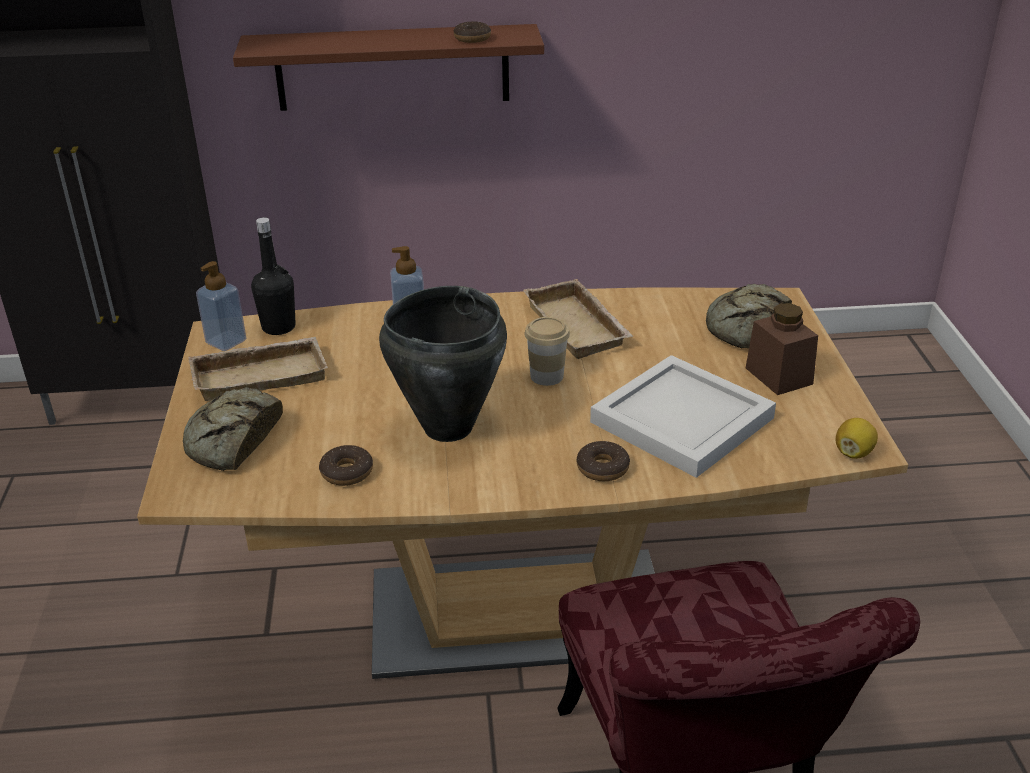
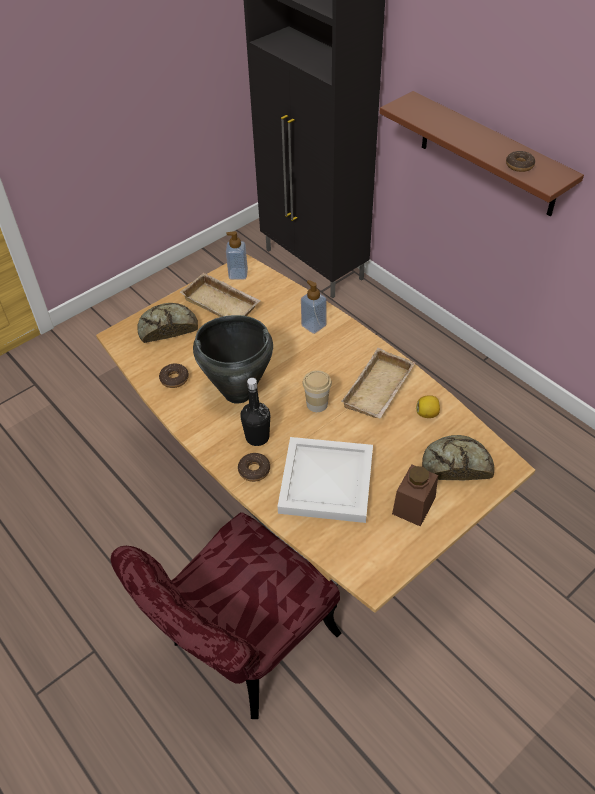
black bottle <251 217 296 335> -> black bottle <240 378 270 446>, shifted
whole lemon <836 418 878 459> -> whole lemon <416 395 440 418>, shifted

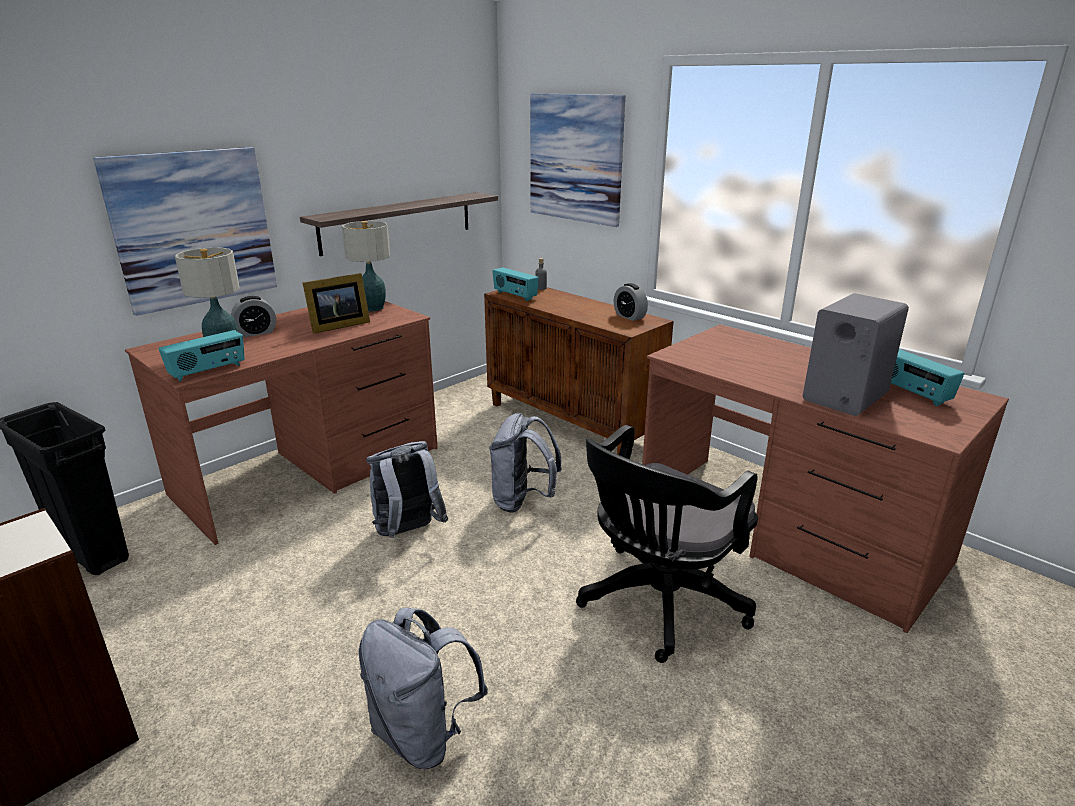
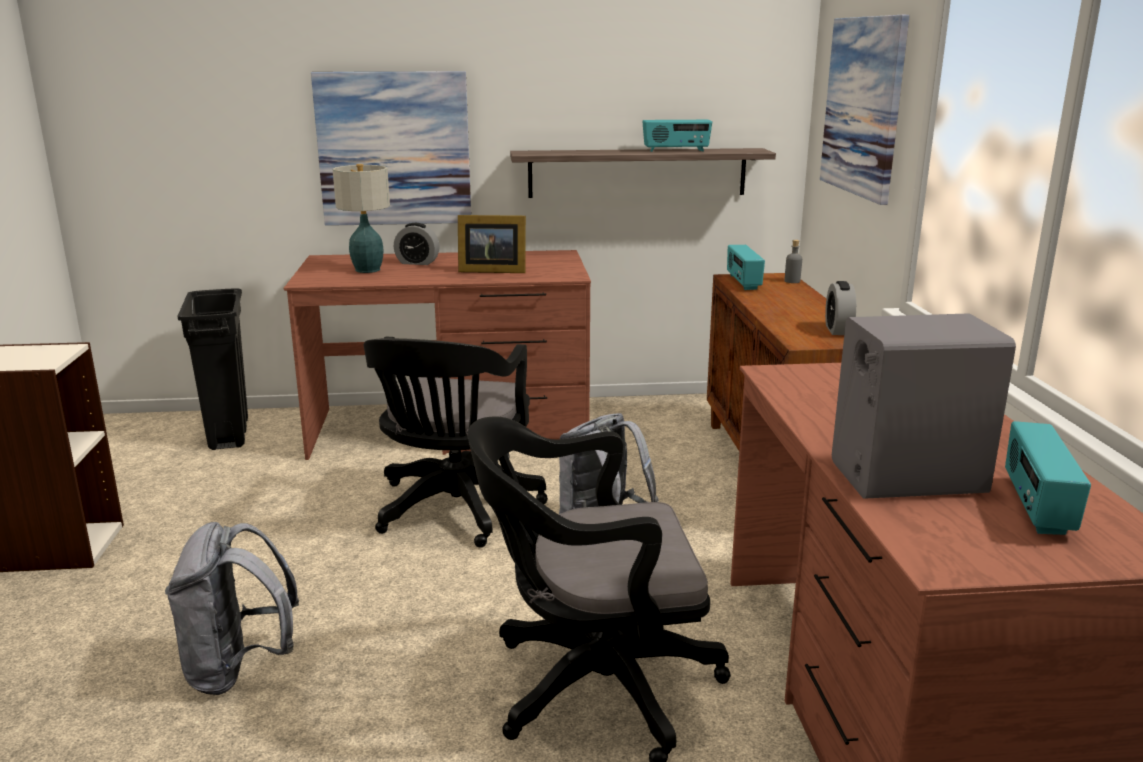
table lamp <342 221 390 311> -> none
radio <159 330 245 381> -> radio <643 120 712 152>, shifted
grey knapsack <366 441 448 538> -> black desk chair <363 337 548 548>

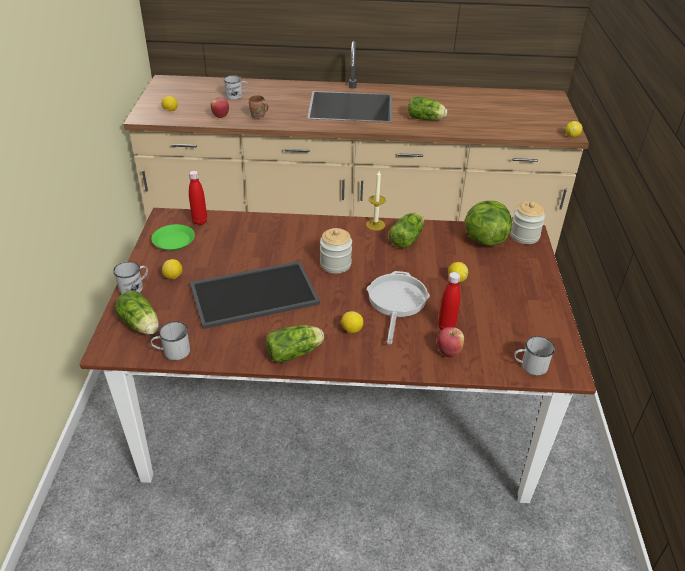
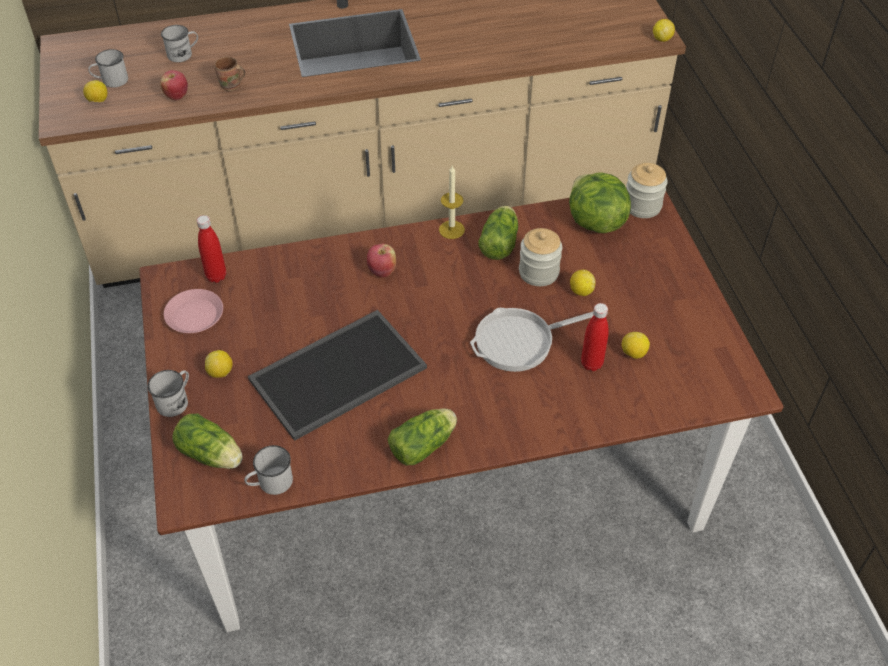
head of lettuce <408 96 447 120> -> none
jar <320 228 352 274> -> jar <519 228 562 286>, shifted
whole lemon <341 311 363 333> -> whole lemon <622 332 650 359>, shifted
whole apple <437 327 464 358> -> whole apple <367 244 396 278>, shifted
white-coloured mug <514 336 555 375> -> white-coloured mug <88 49 128 88>, shifted
green-coloured flat dish <151 224 195 251> -> pink flat dish <164 289 223 333>
pan <367 271 430 344> -> pan <470 308 594 372>, 105 degrees counterclockwise

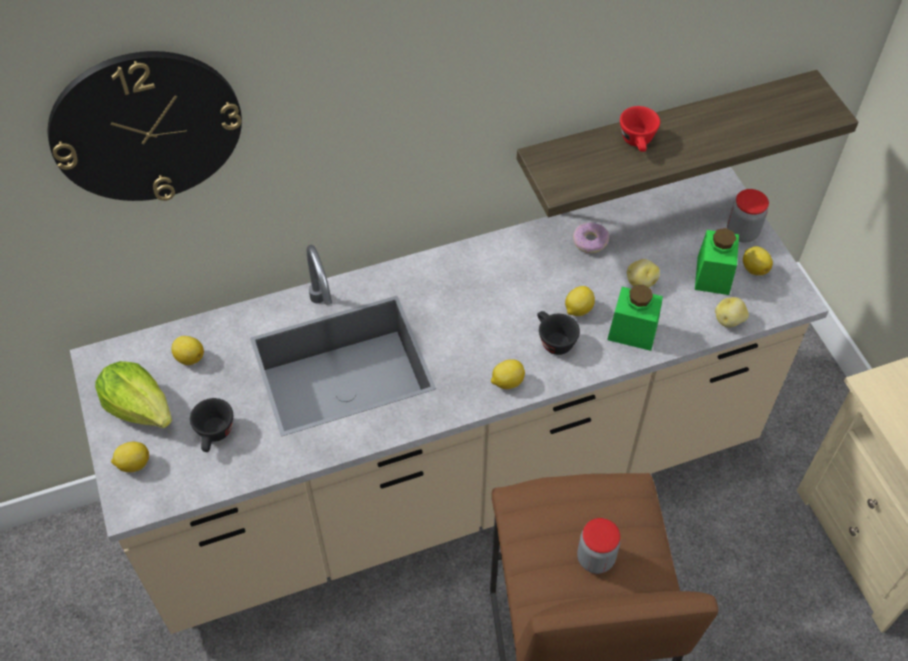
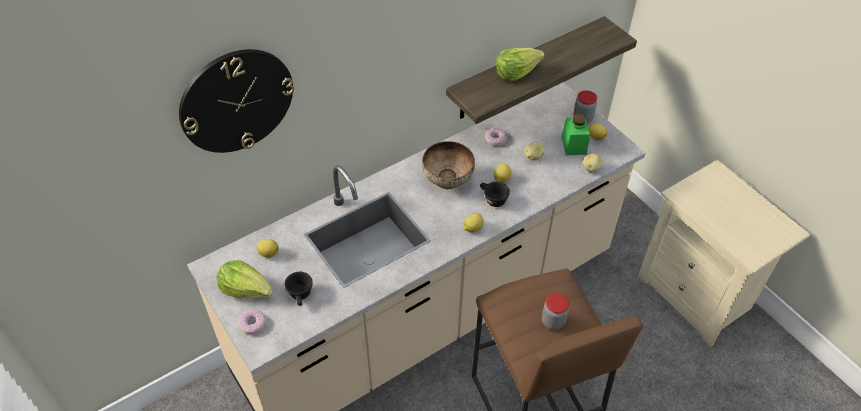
green-coloured jar <607 285 663 351> -> none
none -> bowl <422 141 475 189>
whole lemon <111 442 149 472> -> ring doughnut <239 309 266 334>
reddish small cup <620 106 660 152> -> head of lettuce <496 48 545 82>

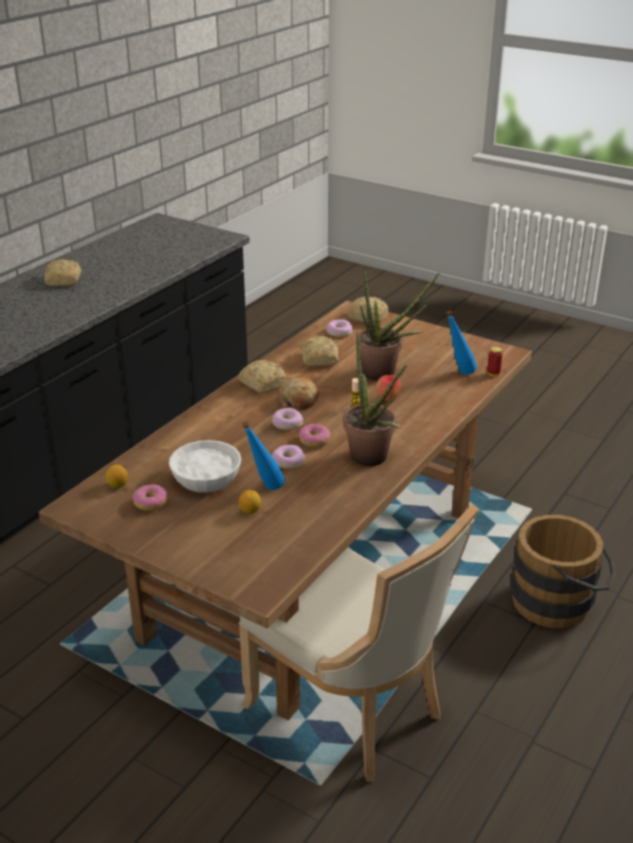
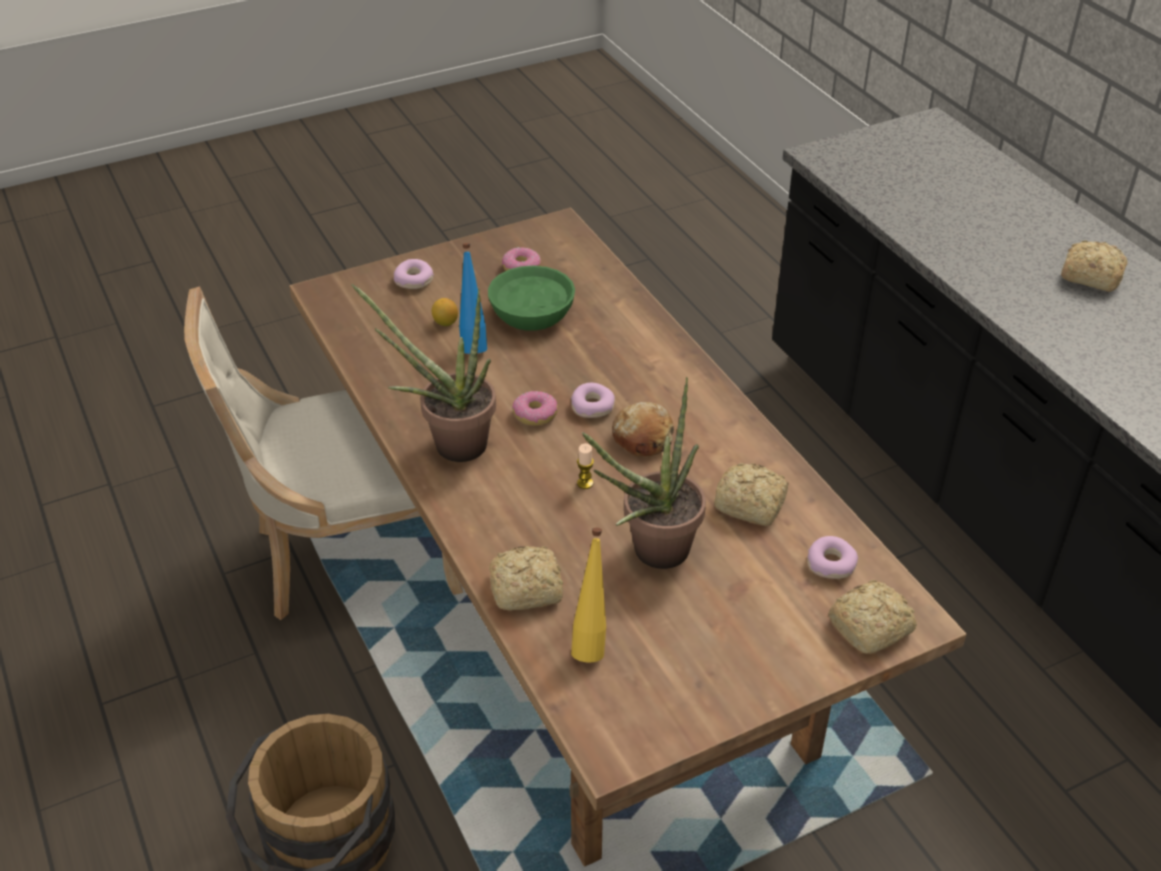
whole lemon <106 465 128 488> -> none
whole apple <376 375 400 401> -> none
metal can <487 347 503 376> -> none
bread <238 360 287 393> -> bread <489 546 563 611>, shifted
ring doughnut <272 445 305 469> -> ring doughnut <394 259 434 289>, shifted
white-coloured bowl <169 440 241 493> -> green-coloured bowl <488 265 575 331>
bluish bottle <446 311 477 375> -> yellow-coloured bottle <571 528 606 662>

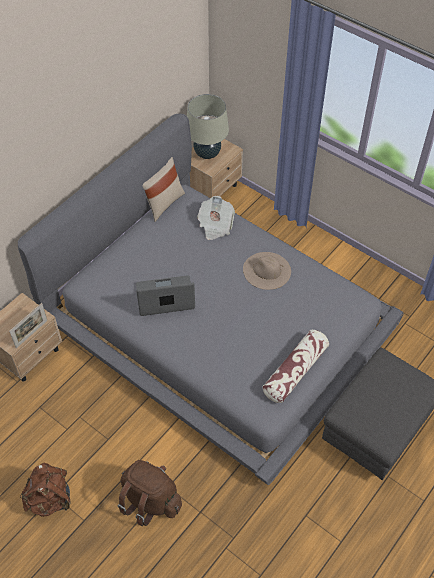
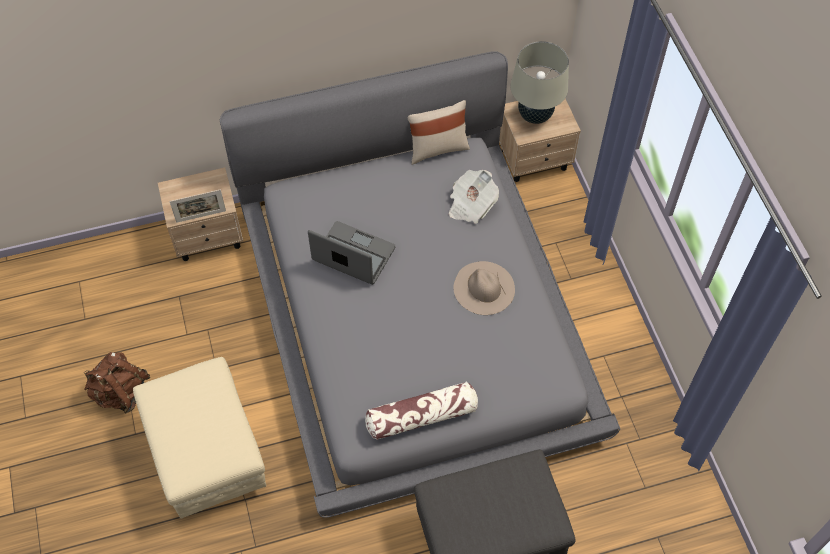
brown knapsack <118 460 182 526> -> sand-coloured footrest <133 357 266 519>

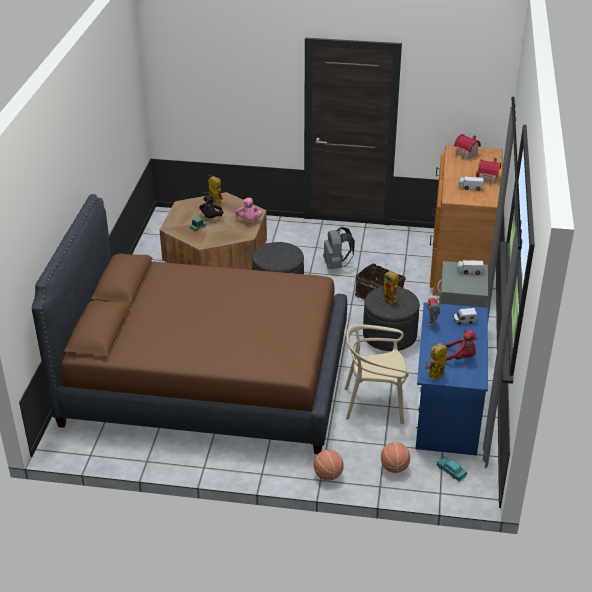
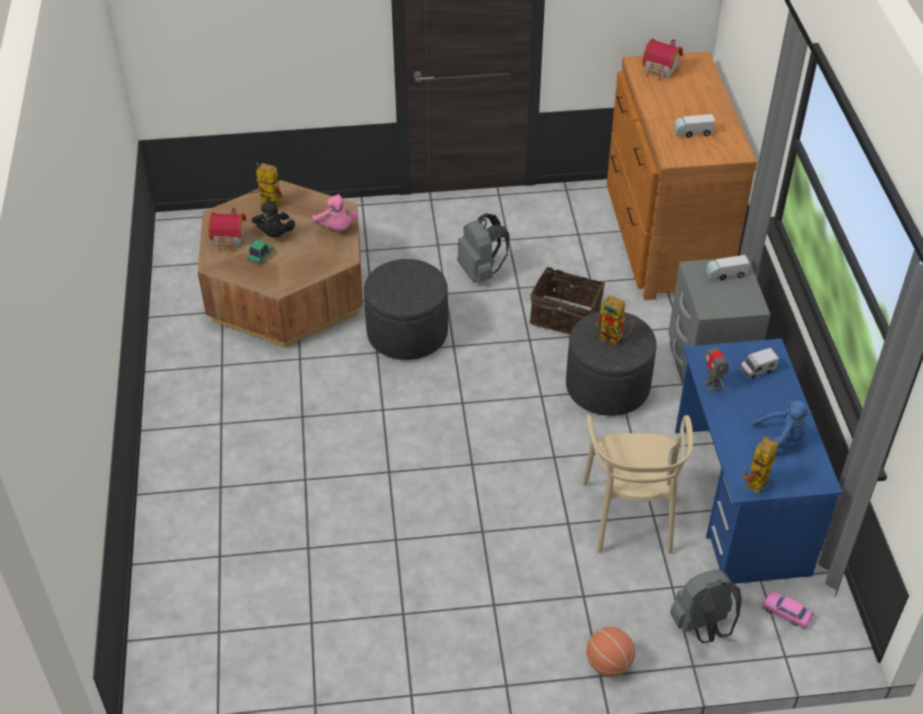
brown bedroom bed <32 194 347 454> -> none
miniature house <476 158 501 185> -> miniature house <209 208 246 252>, shifted
ball for basketball <381 442 410 473> -> grey knapsack <670 569 742 643>
blue-green model car <436 456 467 481> -> pink model car <762 590 814 630>
reddish plush toy <446 330 477 361> -> bluish plush toy <751 401 812 452>
sand-coloured chair <345 325 409 424> -> sand-coloured chair <582 415 693 554>, 75 degrees counterclockwise

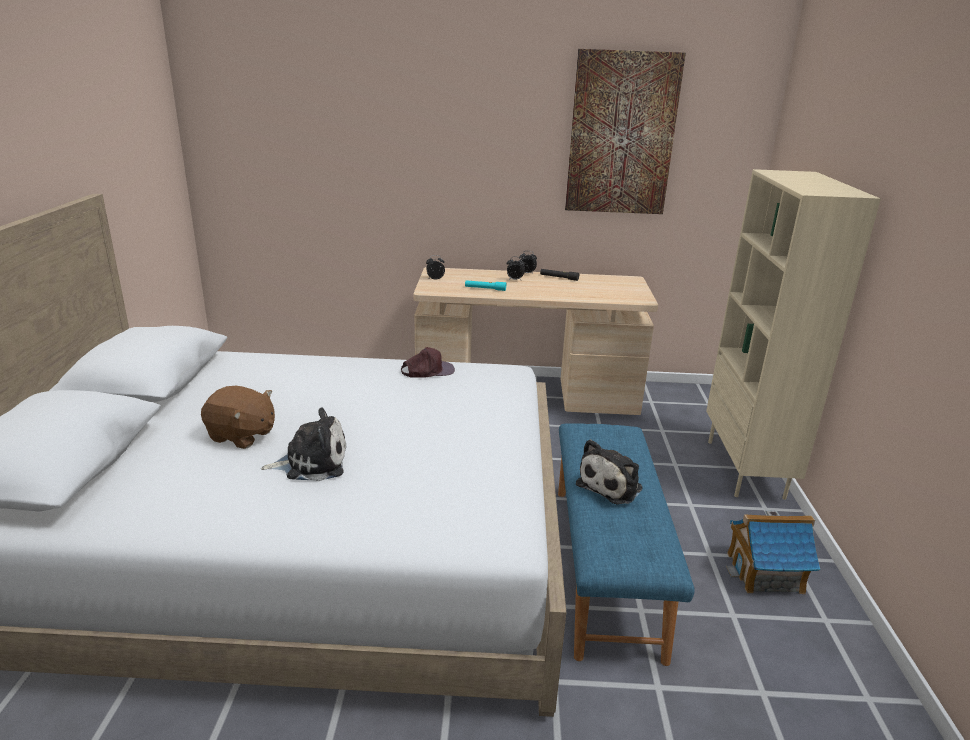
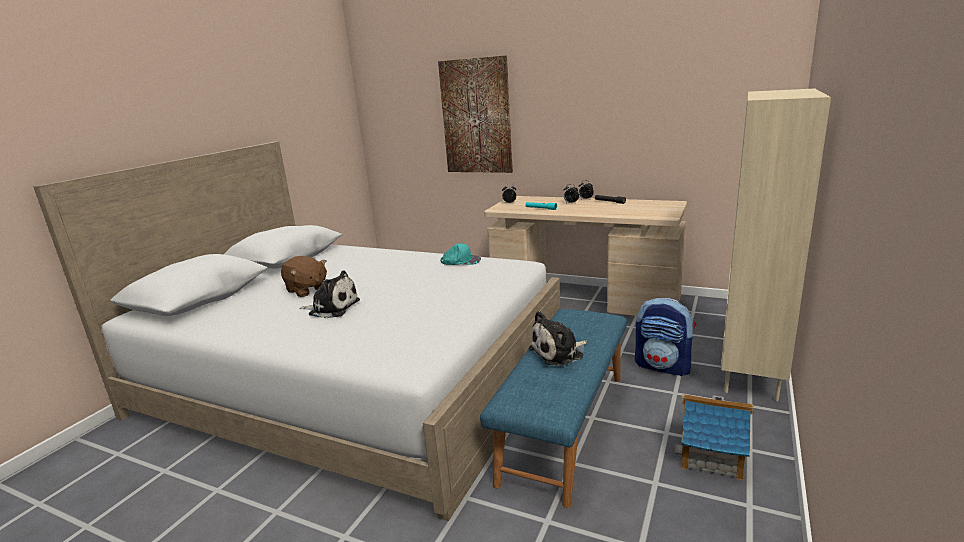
none -> knapsack <635 298 697 376>
picture <565 49 686 214> -> picture <438 55 513 173>, shifted
brown cap <401 347 455 378> -> blue-green cap <440 243 481 265>

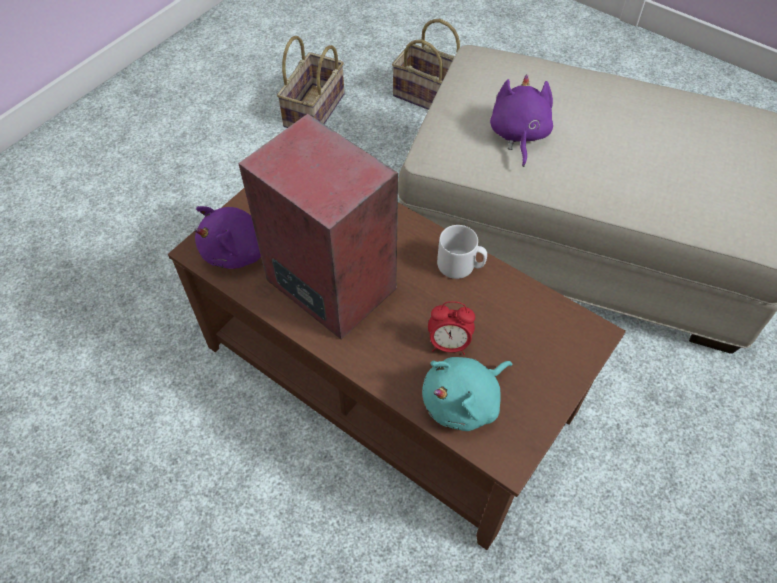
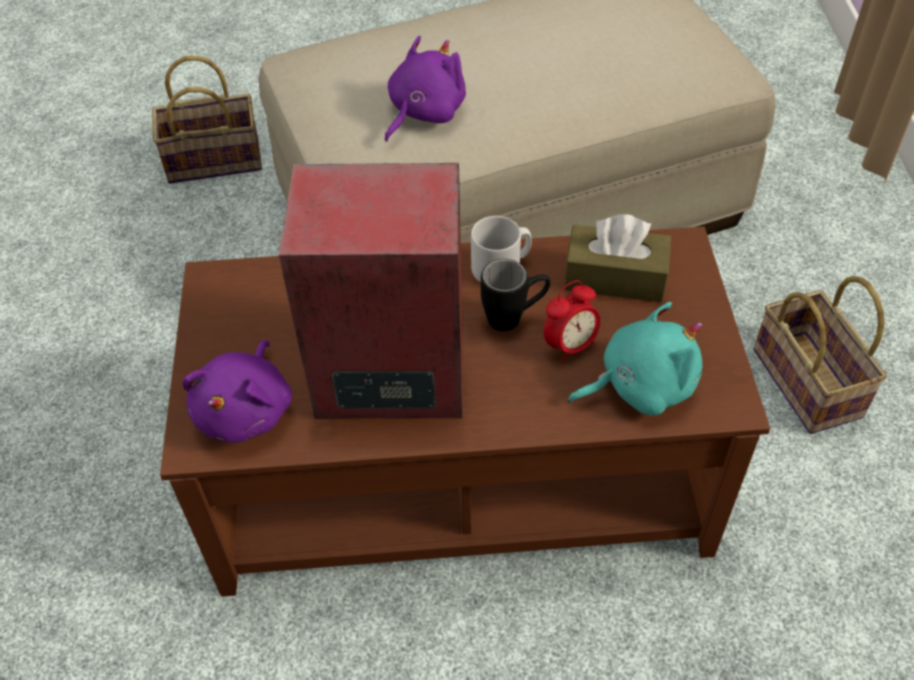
none -> black mug <481 259 550 331>
none -> brown box of tissues <564 214 671 302>
basket <277 36 344 128> -> basket <754 276 887 434>, shifted
blue-green plush toy <422 357 512 431> -> blue-green plush toy <568 302 702 416>, 120 degrees counterclockwise
purplish plush toy <490 74 553 167> -> purplish plush toy <385 36 466 142>, 75 degrees clockwise

